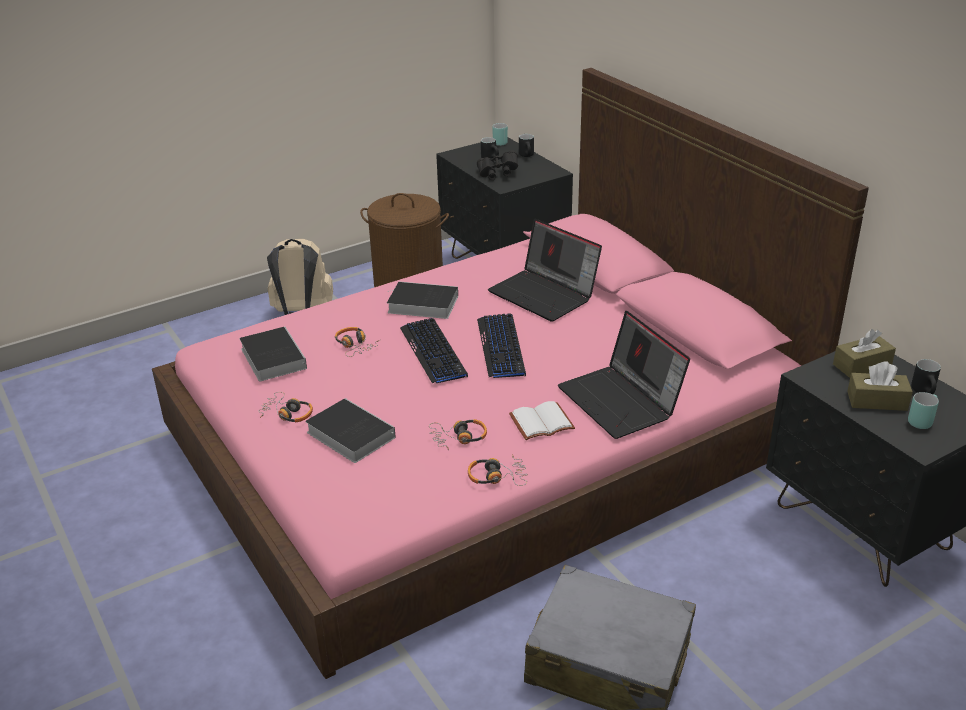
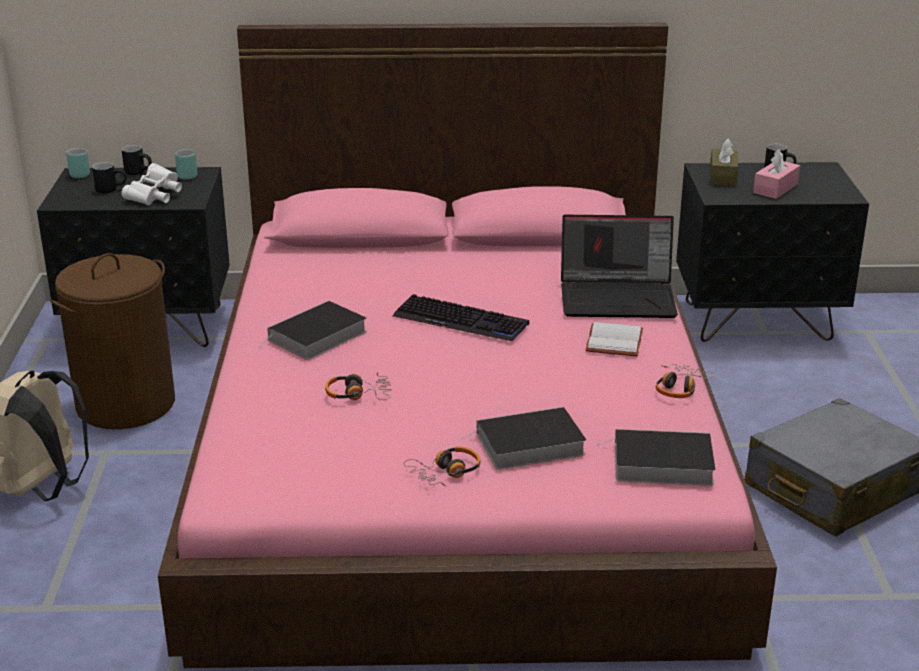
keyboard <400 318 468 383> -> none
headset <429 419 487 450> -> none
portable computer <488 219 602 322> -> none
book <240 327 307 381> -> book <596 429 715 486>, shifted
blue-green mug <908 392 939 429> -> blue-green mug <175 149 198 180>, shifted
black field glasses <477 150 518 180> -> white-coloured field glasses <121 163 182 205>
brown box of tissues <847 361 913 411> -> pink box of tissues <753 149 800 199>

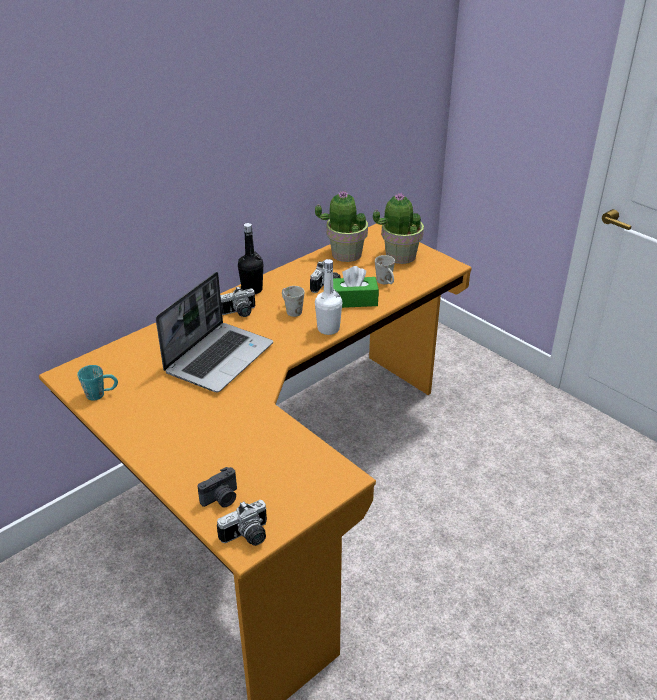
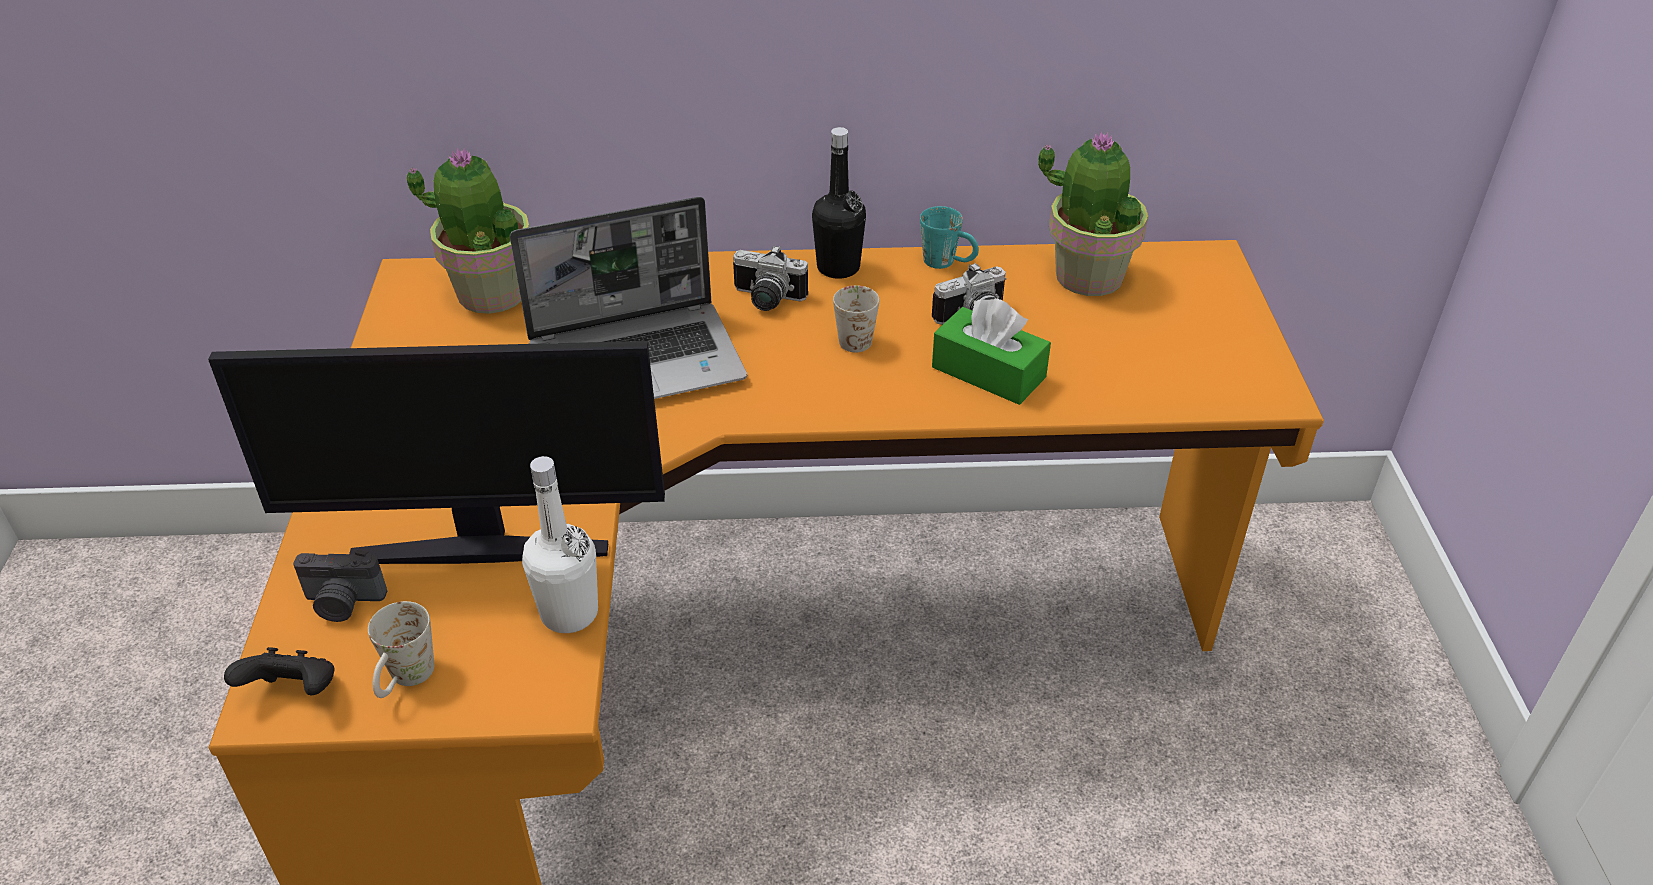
none -> computer screen <208 341 665 564>
blue-green mug <77 365 118 401> -> blue-green mug <920 206 979 269>, shifted
white-coloured bottle <315 259 342 335> -> white-coloured bottle <522 456 598 633>, shifted
houseplant <372 192 424 264> -> houseplant <407 147 529 314>, shifted
white-coloured mug <375 255 395 284> -> white-coloured mug <368 601 434 698>, shifted
photo camera <217 500 267 546> -> black game controller <224 647 334 695>

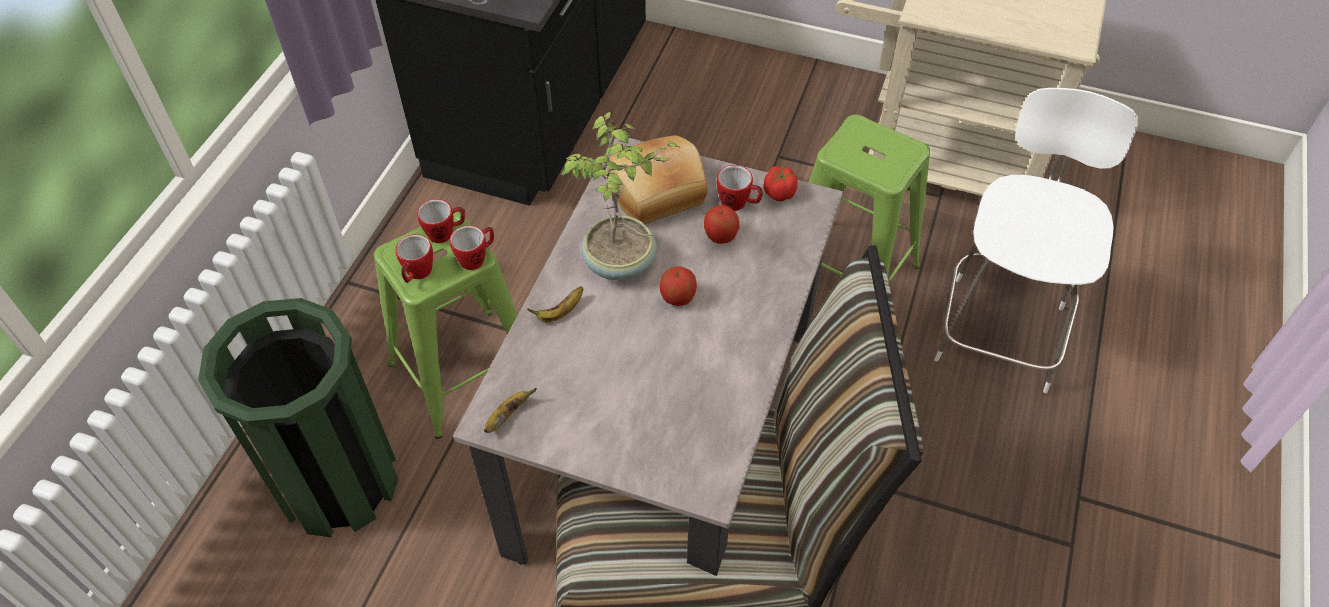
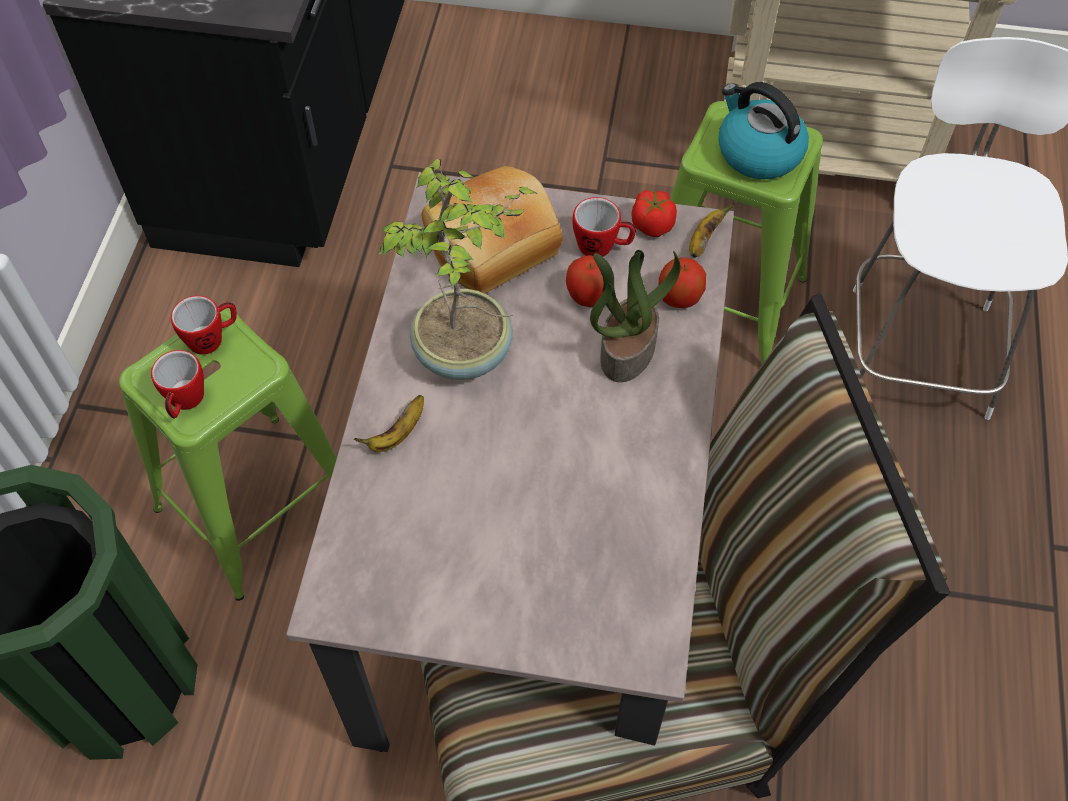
mug <450 225 494 270> -> none
none -> houseplant <590 250 681 382>
none -> water kettle <718 82 809 180>
banana fruit <484 388 537 433> -> banana fruit <689 203 735 258>, shifted
whole apple <660 266 697 306> -> whole apple <659 257 706 308>, shifted

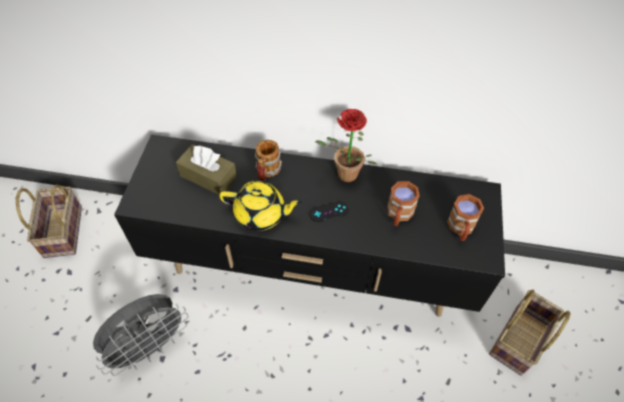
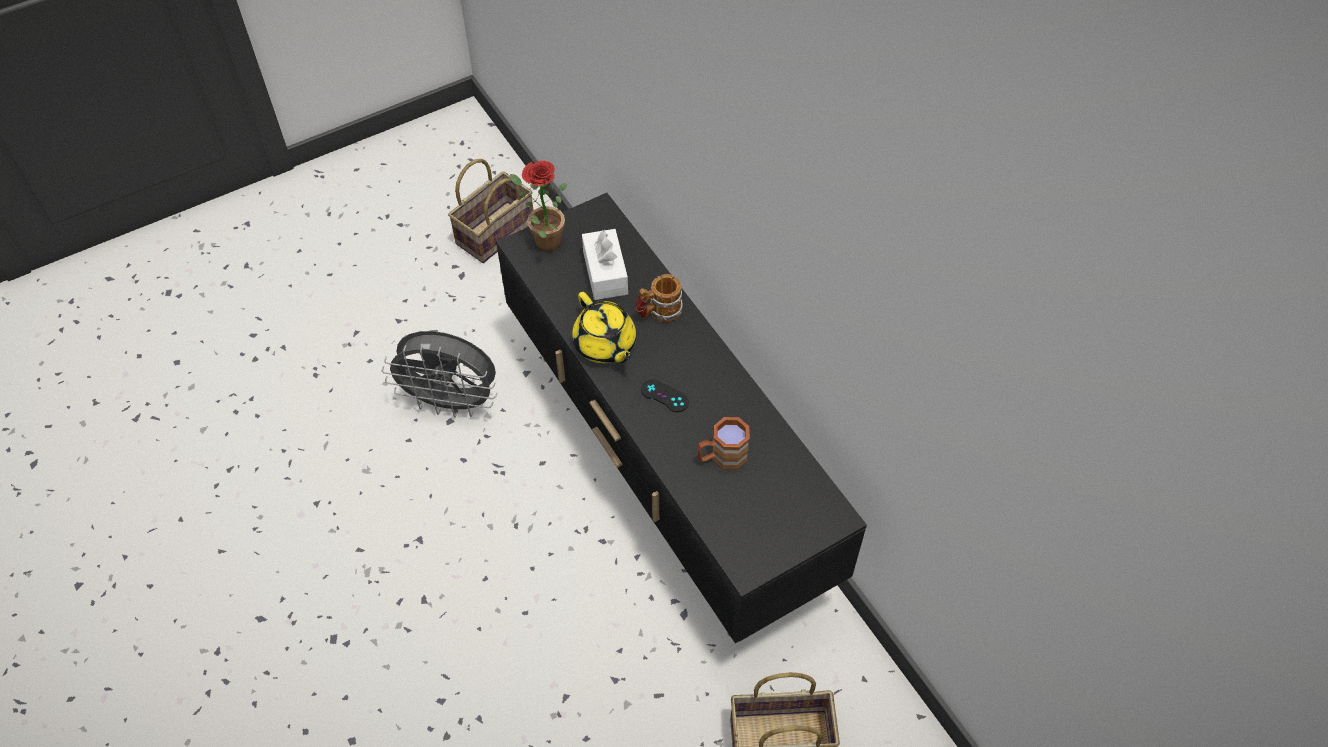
brown mug <447 194 484 241> -> none
houseplant <315 109 377 182> -> houseplant <510 161 567 251>, shifted
brown box of tissues <176 144 237 195> -> white-coloured box of tissues <582 229 628 300>

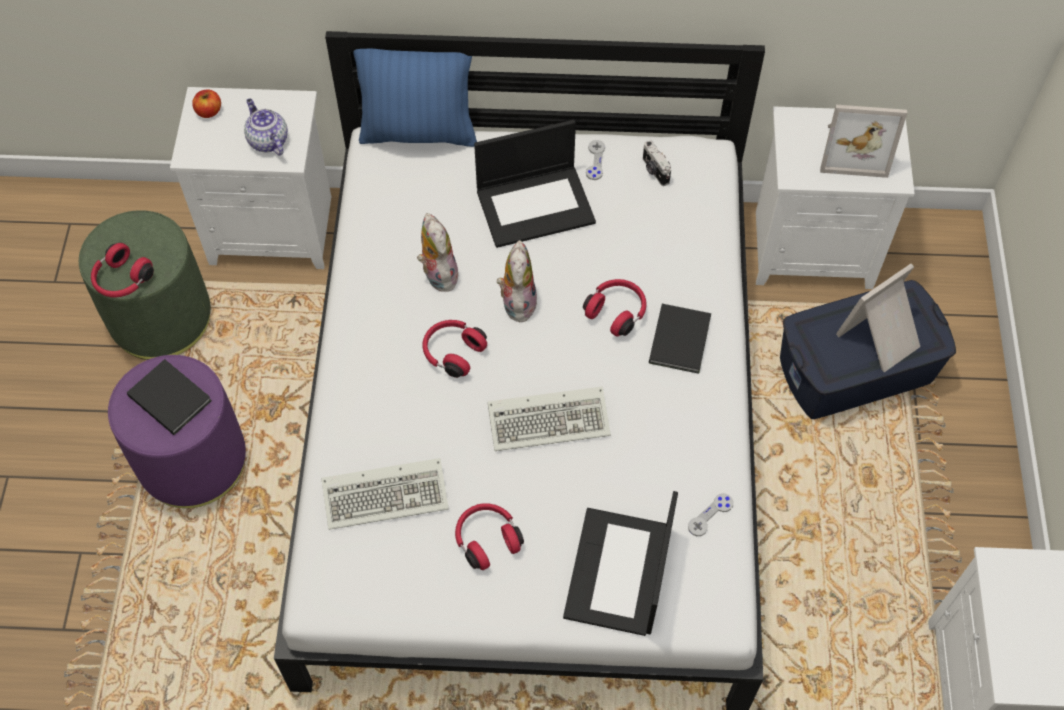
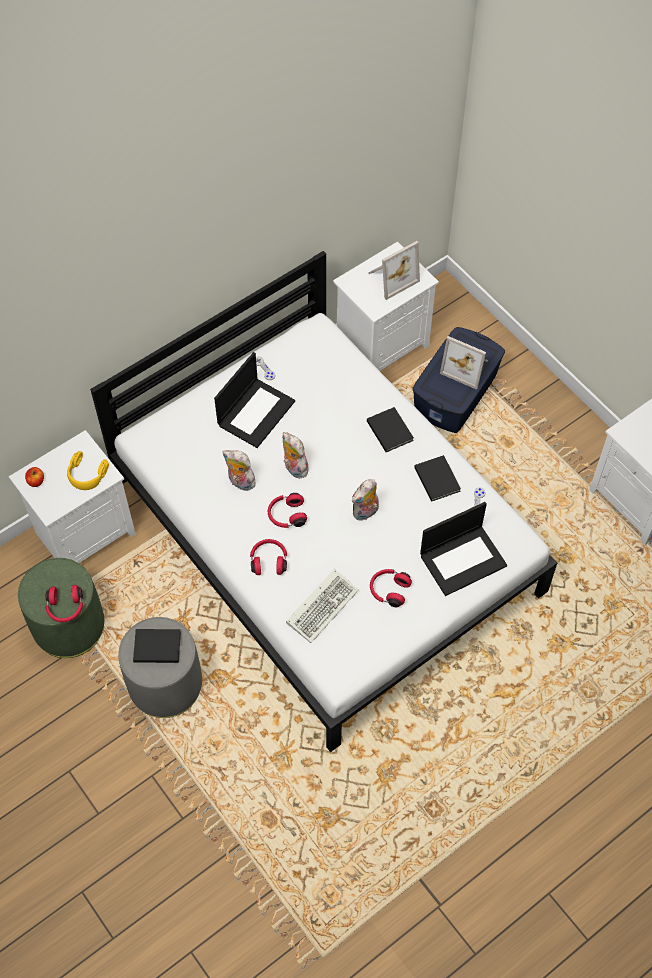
bluish cushion <353 49 477 147> -> none
photo camera <643 140 671 186> -> none
none -> black book <414 455 461 502>
reddish headset <583 279 646 336> -> reddish headset <250 539 287 575>, shifted
tea pot <244 98 288 156> -> yellow-coloured headset <67 451 109 490>
keyboard <488 386 611 451> -> plush toy <352 479 381 521>
purplish footrest <108 355 246 508> -> grey footrest <118 617 202 718>
portable computer <563 491 678 636> -> portable computer <420 502 507 596>, 90 degrees counterclockwise
photo frame <836 264 920 372> -> photo frame <440 336 488 390>, 75 degrees counterclockwise

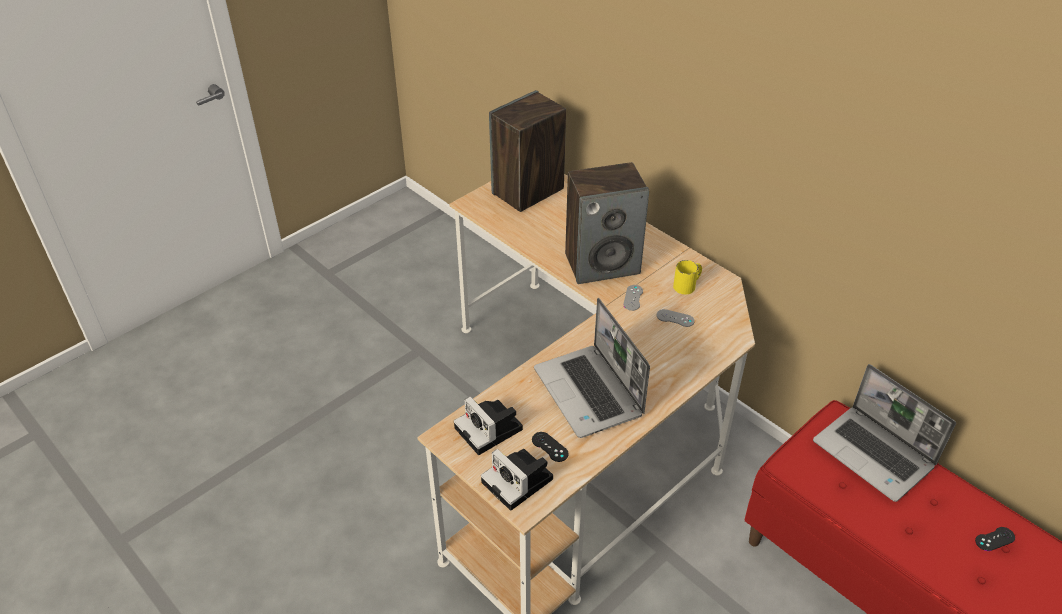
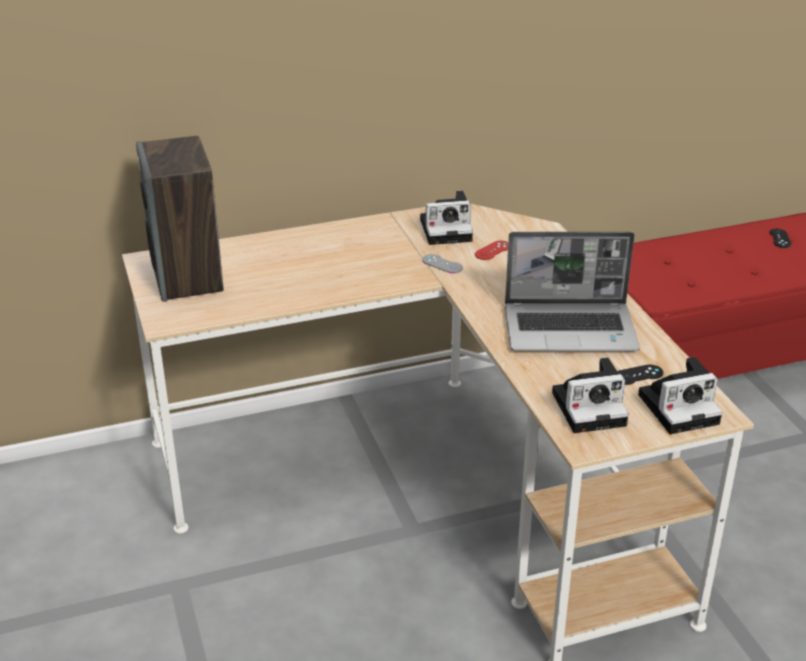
loudspeaker <565 162 649 284> -> none
portable computer <813 364 956 502> -> none
yellow-coloured mug <673 260 702 294> -> photo camera <420 191 473 245>
grey game controller <656 309 695 327> -> reddish game controller <475 241 508 260>

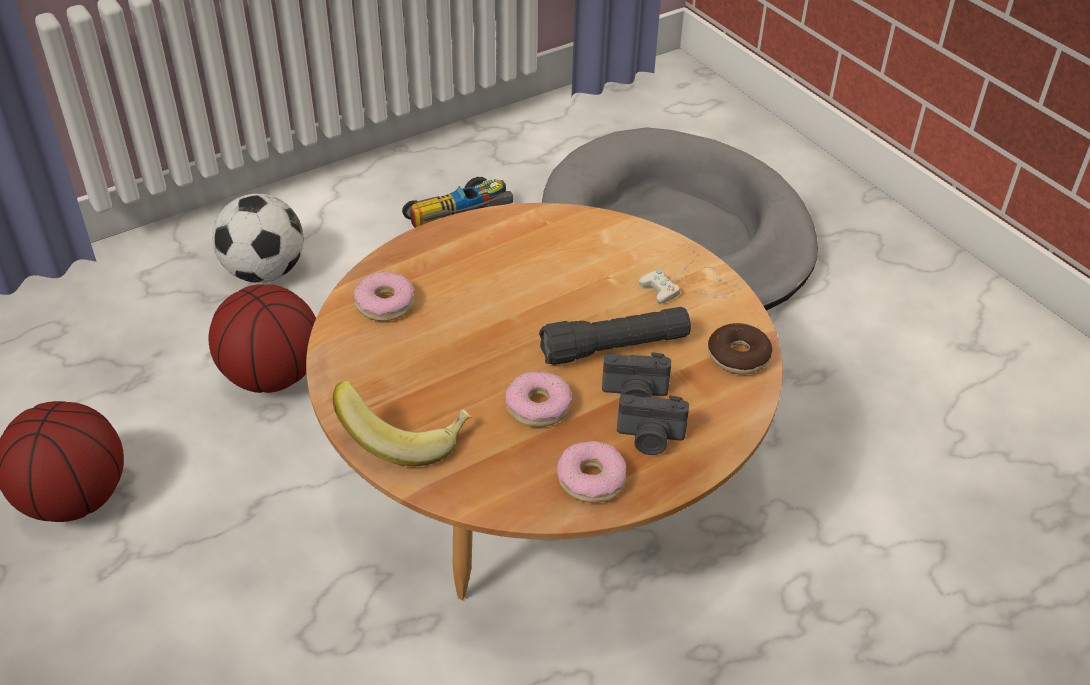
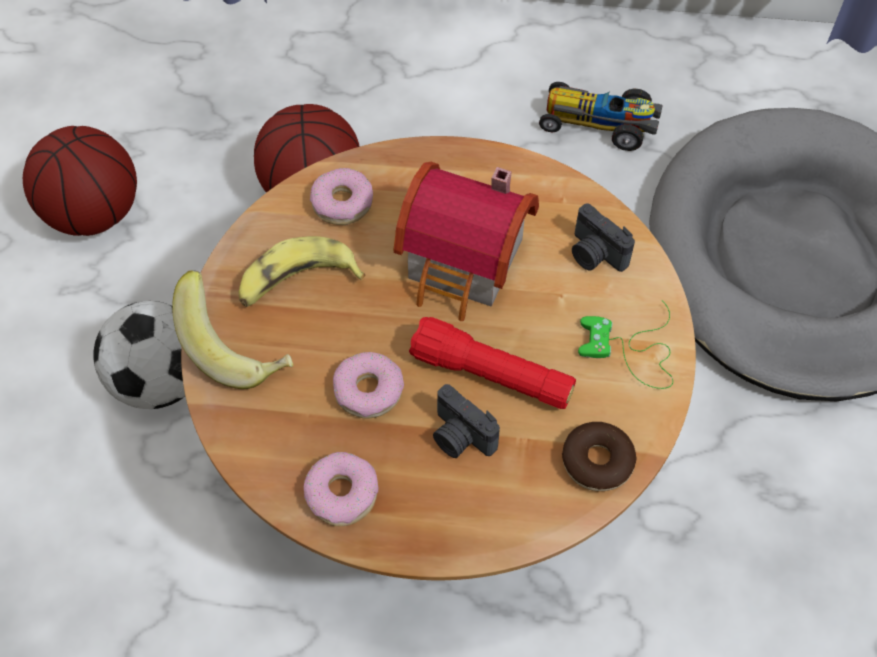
none -> banana fruit <239 236 365 307>
none -> miniature house <394 162 539 321>
football ball <212 194 304 283> -> football ball <94 301 185 409>, shifted
photo camera <617 394 689 455> -> photo camera <572 203 635 272>, shifted
black torch <539 307 691 365> -> reddish torch <409 317 576 409>
white-coloured game controller <639 243 737 303> -> green-coloured game controller <578 300 673 389>

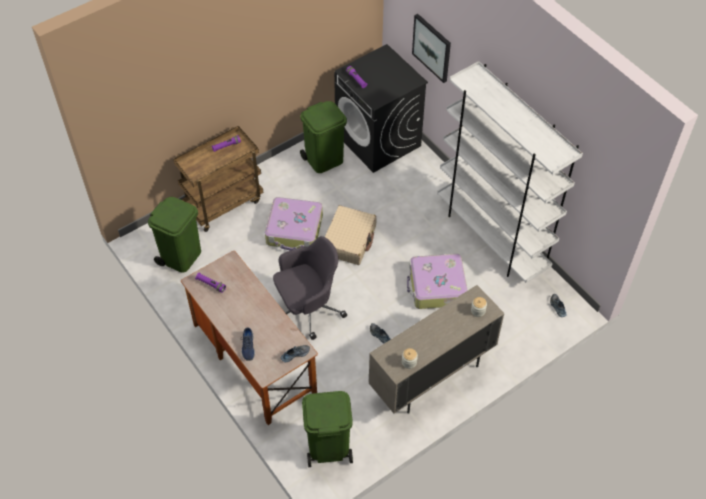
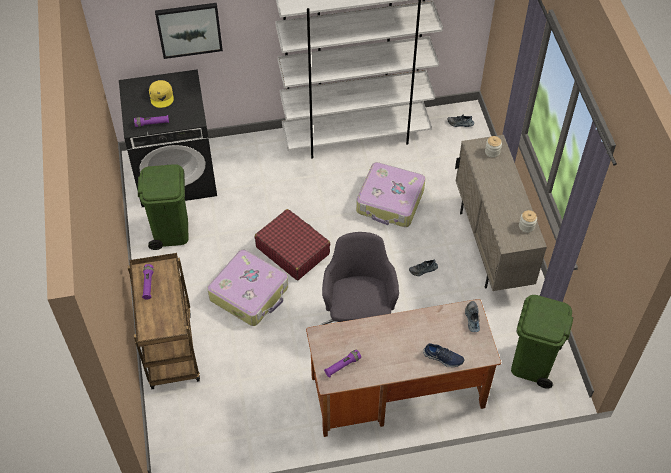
green-coloured waste bin <148 197 201 273> -> none
none -> yellow-coloured cap <149 80 174 108>
sand-coloured piece of luggage <325 205 377 265> -> reddish piece of luggage <255 209 331 280>

